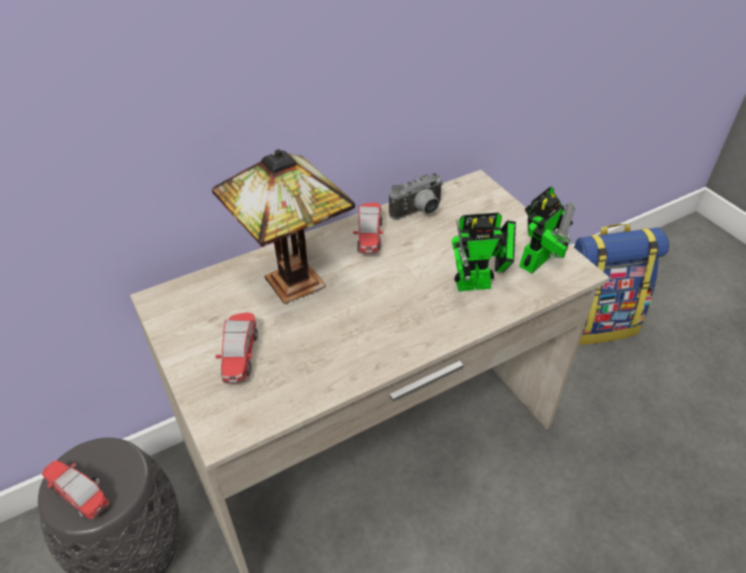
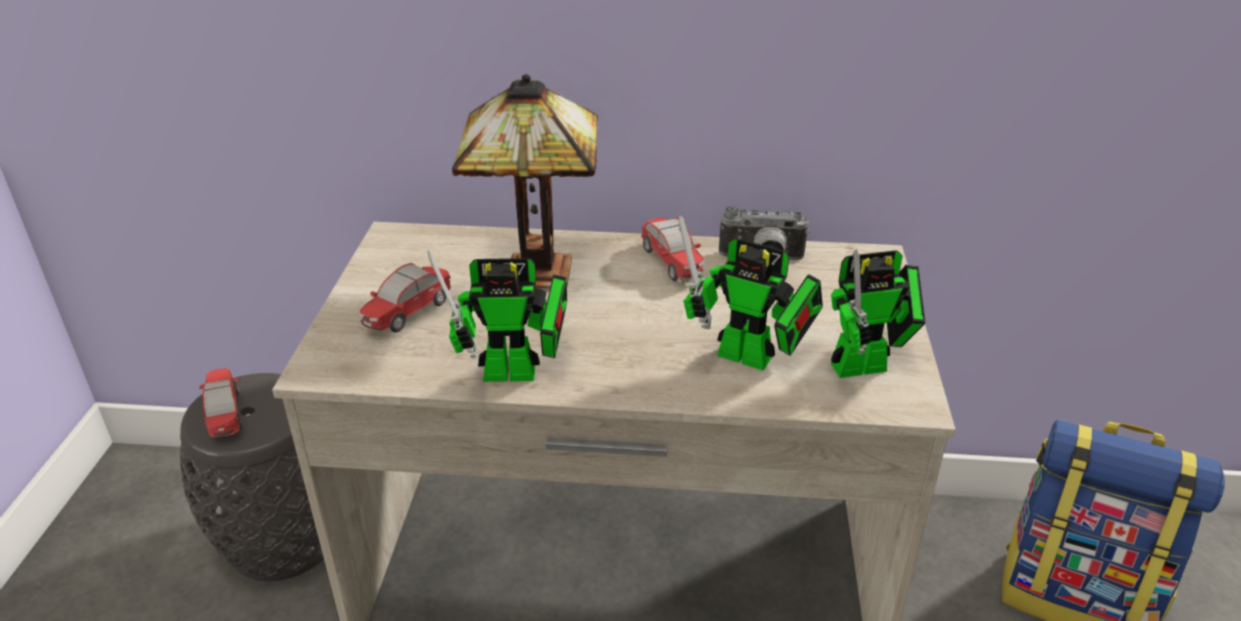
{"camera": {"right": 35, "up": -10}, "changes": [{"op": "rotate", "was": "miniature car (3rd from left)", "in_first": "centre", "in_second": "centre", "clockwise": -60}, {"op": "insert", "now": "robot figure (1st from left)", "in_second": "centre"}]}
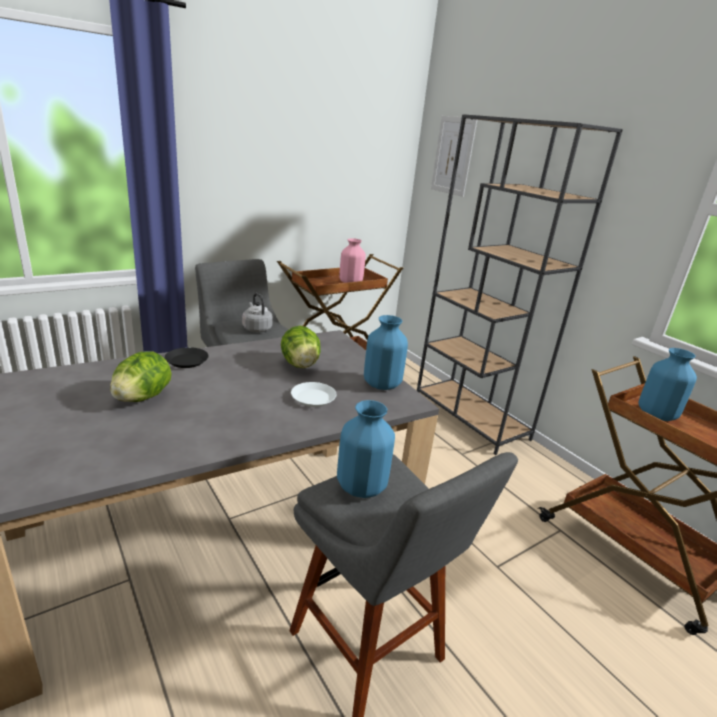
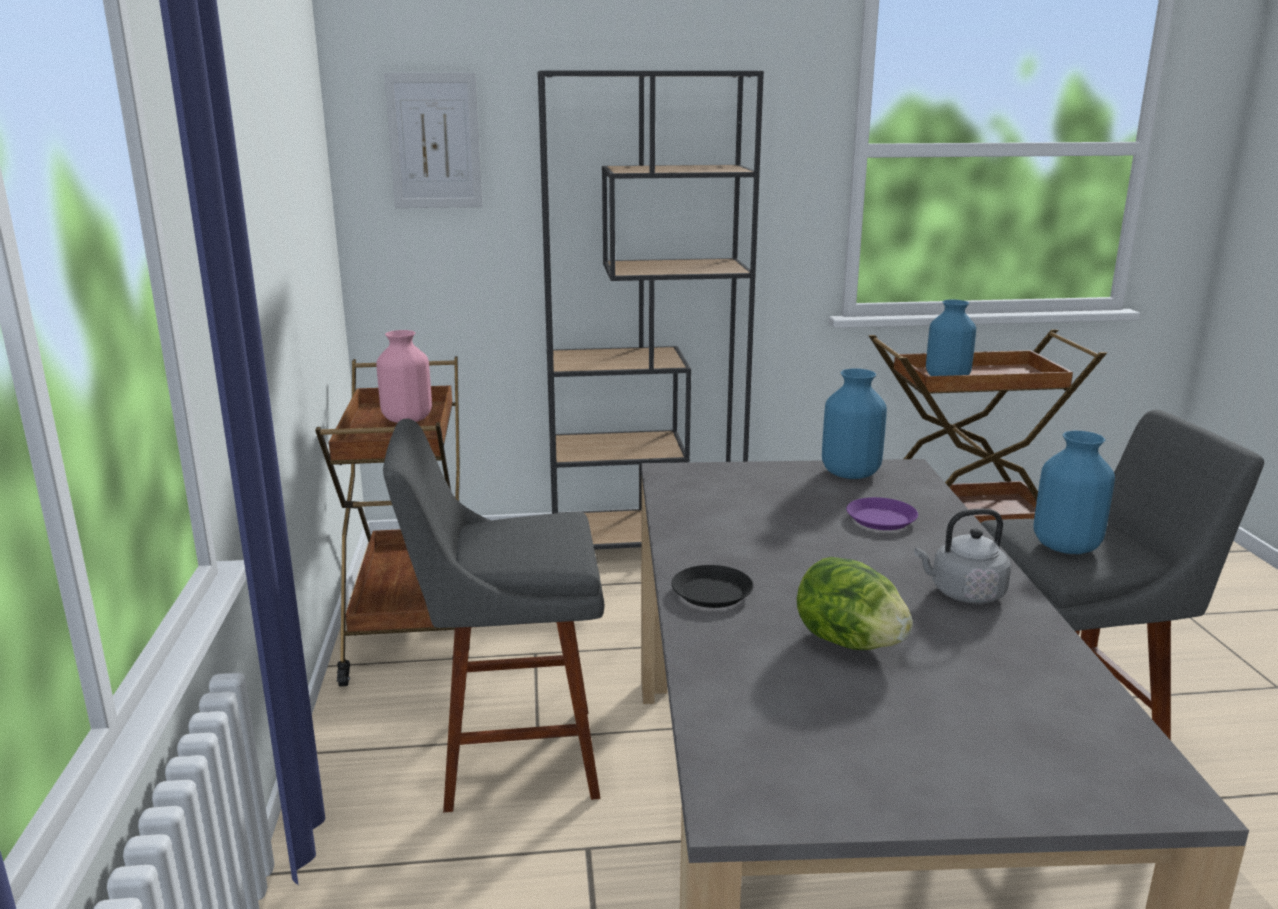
{"camera": {"right": -60, "up": -5}, "changes": [{"op": "move", "was": "water kettle/gray", "in_first": "centre", "in_second": "middle right"}, {"op": "delete", "was": "head of lettuce (2nd from left)", "in_first": "centre"}, {"op": "recolor", "was": "plate/whitish", "now": "plate/purple", "in_first": "centre", "in_second": "middle right"}]}
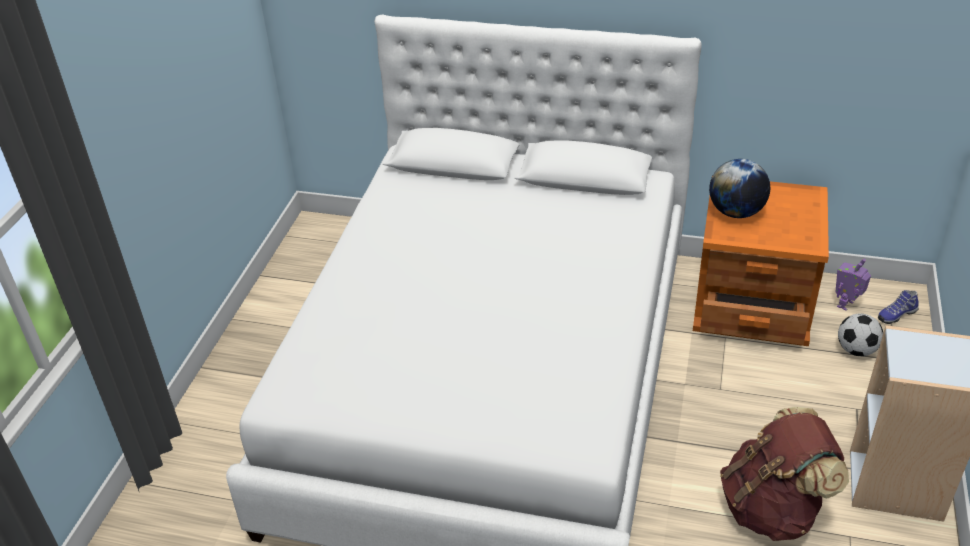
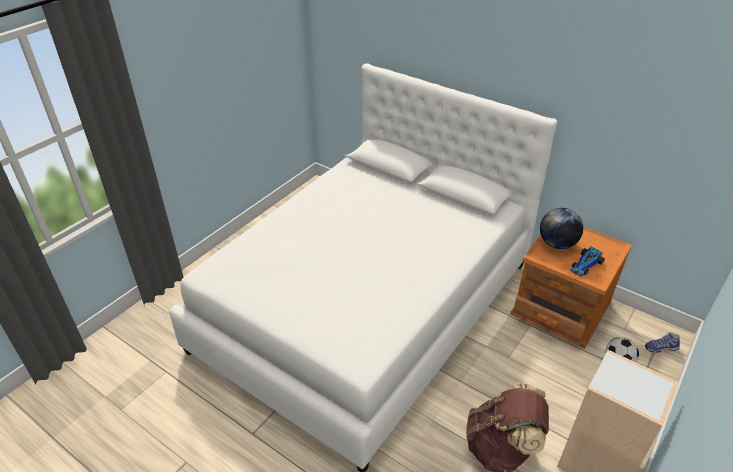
{"camera": {"right": 20, "up": 0}, "changes": [{"op": "delete", "was": "robot figure", "in_first": "middle right"}, {"op": "insert", "now": "miniature car", "in_second": "middle right"}]}
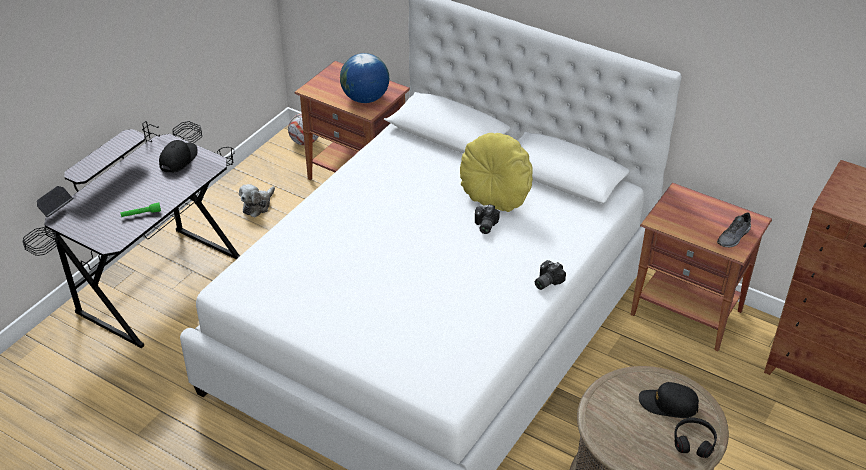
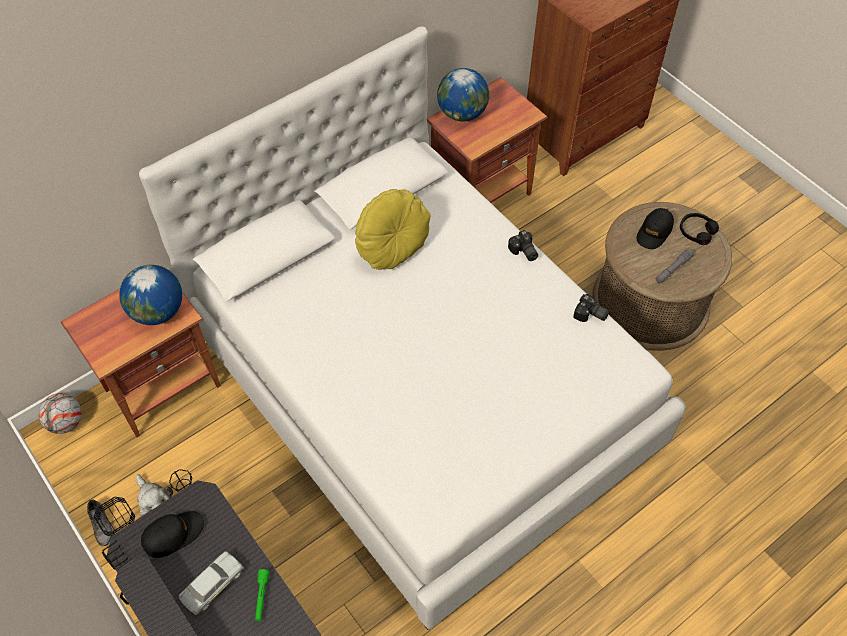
{"camera": {"right": -70, "up": 15}, "changes": [{"op": "rotate", "was": "peaked cap/black (1st from left)", "in_first": "top left", "in_second": "bottom left", "clockwise": 105}, {"op": "move", "was": "still camera (1st from left in the first image)", "now": "still camera (2nd from left)", "in_first": "centre", "in_second": "middle right"}, {"op": "move", "was": "low shoe/gray", "in_first": "middle right", "in_second": "bottom left"}, {"op": "insert", "now": "miniature car/whitish", "in_second": "bottom left"}, {"op": "insert", "now": "desk globe (2nd from left)", "in_second": "top centre"}, {"op": "insert", "now": "torch/gray", "in_second": "middle right"}]}
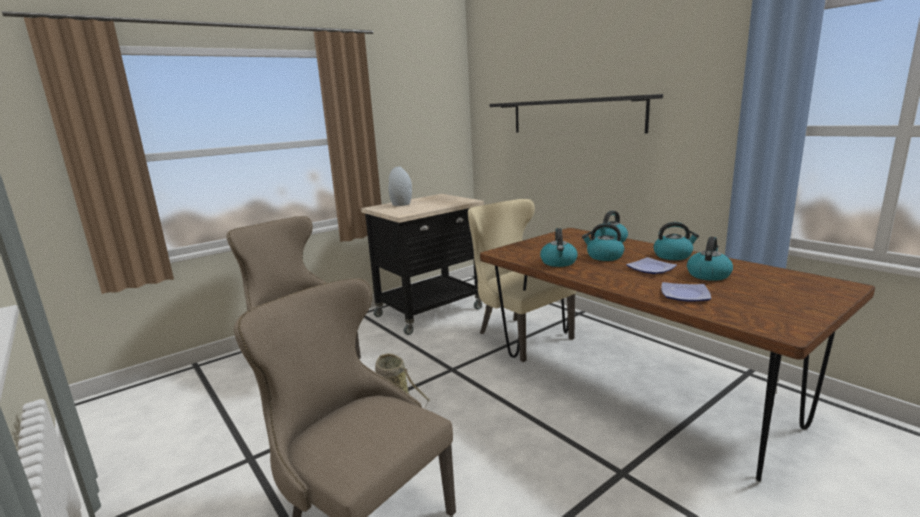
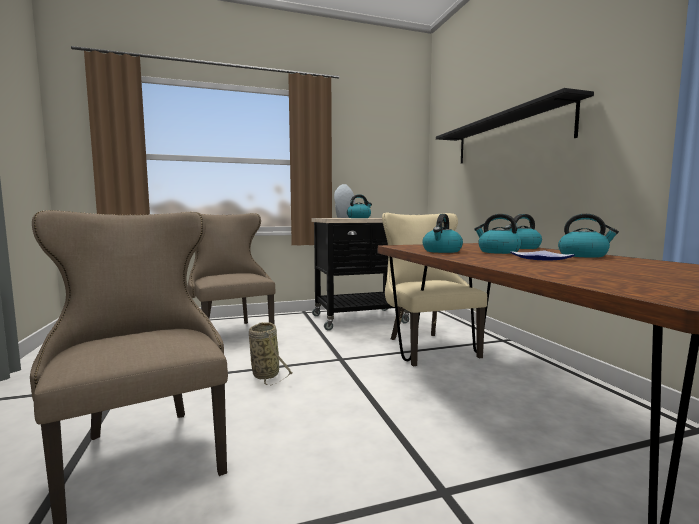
{"camera": {"right": 20, "up": -10}, "changes": [{"op": "delete", "was": "plate (2nd from left)", "in_first": "middle right"}, {"op": "move", "was": "water kettle (5th from left in the first image)", "now": "water kettle (1st from left)", "in_first": "middle right", "in_second": "centre"}]}
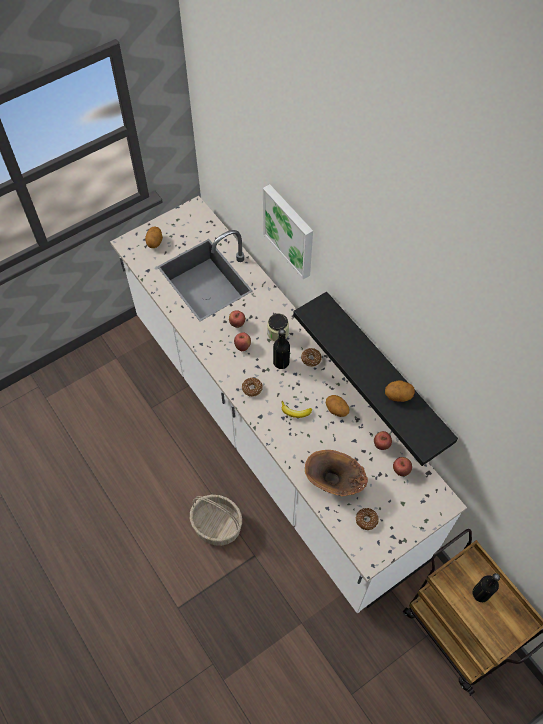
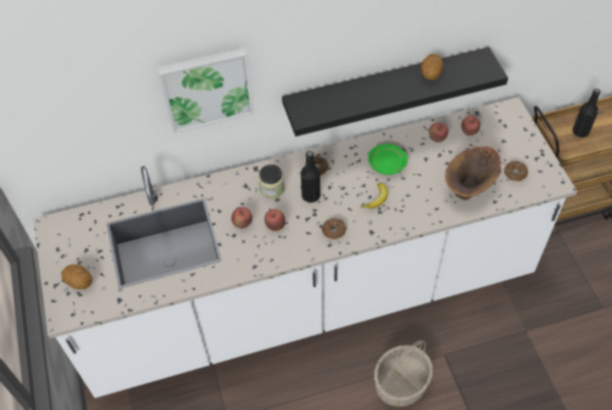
{"camera": {"right": -70, "up": -5}, "changes": [{"op": "replace", "was": "whole potato (2nd from left)", "now": "plate/greenish", "in_first": "centre", "in_second": "centre"}]}
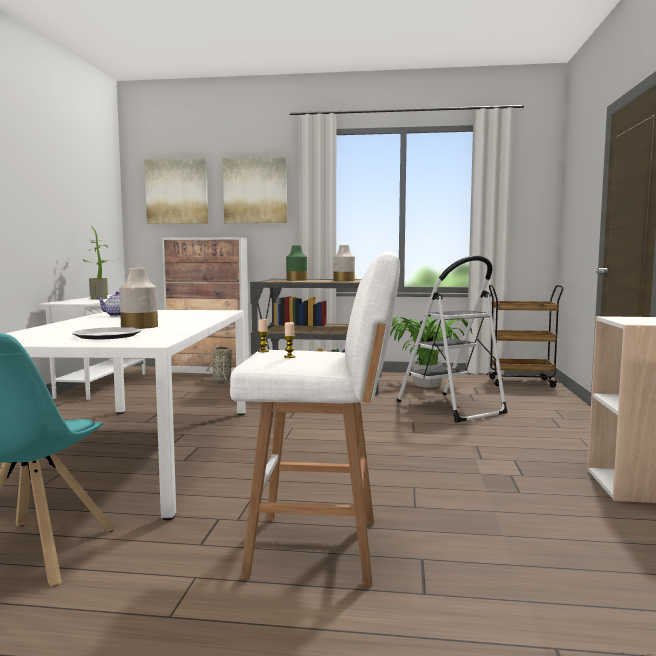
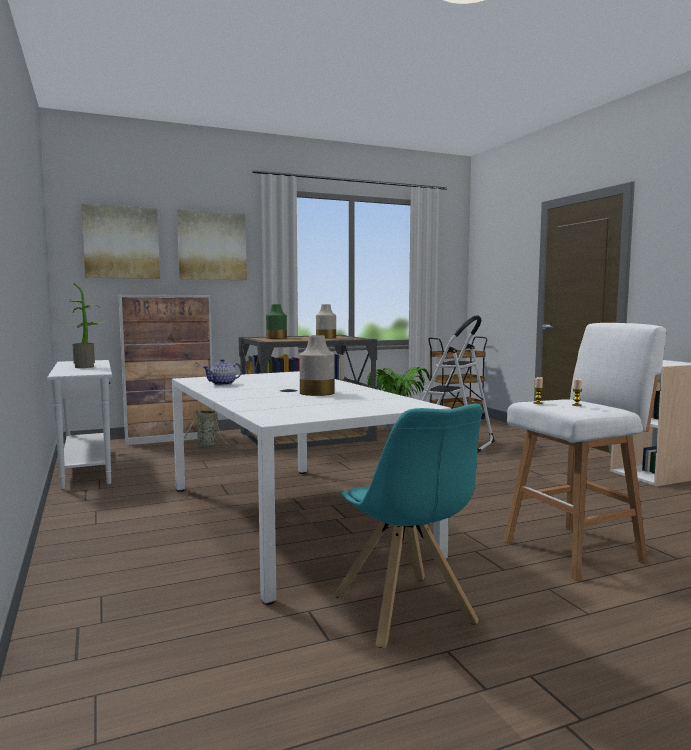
{"camera": {"right": -30, "up": 0}, "changes": [{"op": "delete", "was": "plate", "in_first": "middle left"}]}
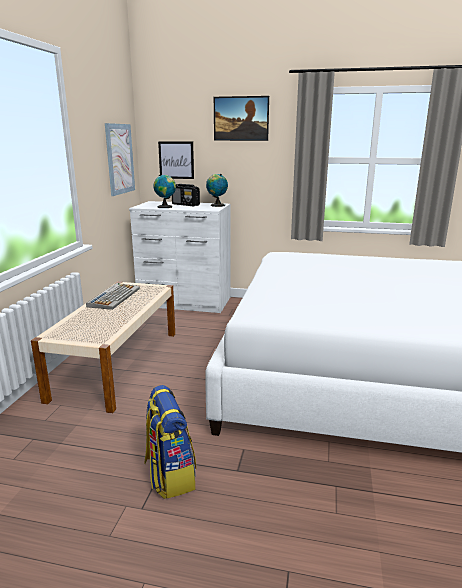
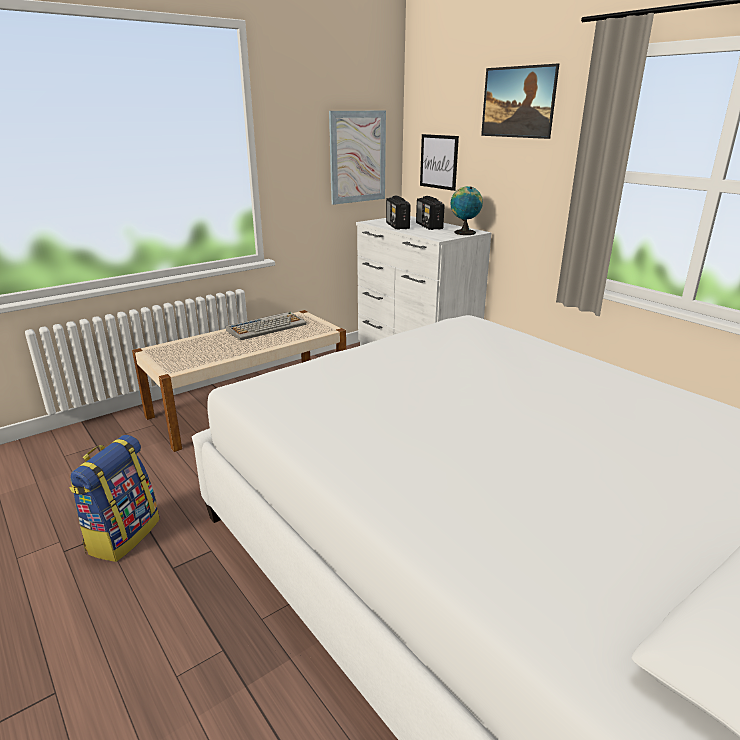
{"camera": {"right": 40, "up": 5}, "changes": [{"op": "replace", "was": "desk globe (1st from left)", "now": "radio receiver (1st from left)", "in_first": "top centre", "in_second": "top centre"}]}
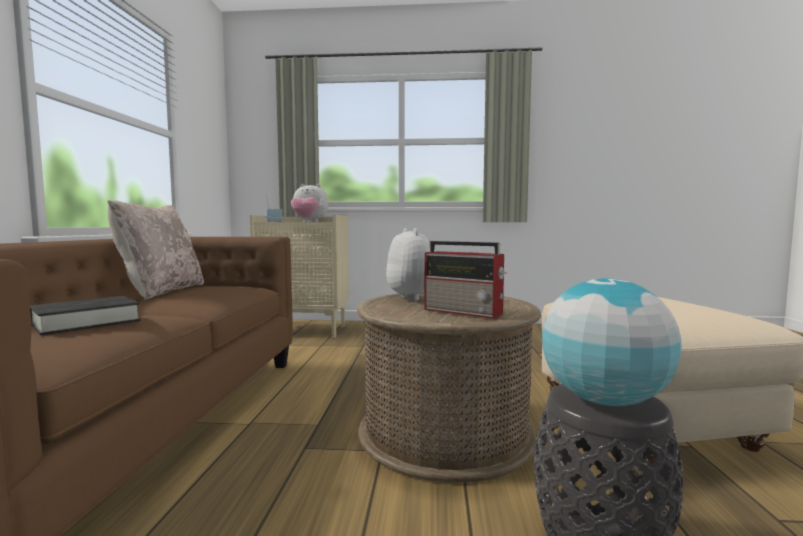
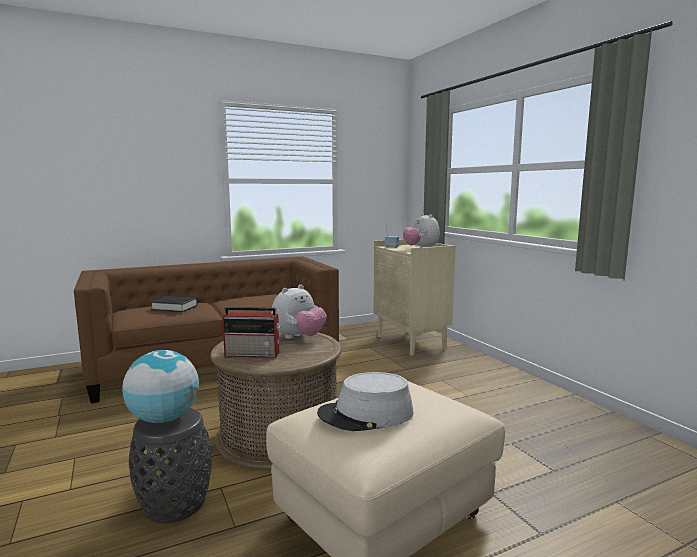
{"camera": {"right": 60, "up": 5}, "changes": [{"op": "delete", "was": "pillow/beige", "in_first": "middle left"}, {"op": "rotate", "was": "radio receiver (2nd from left in the first image)", "in_first": "centre", "in_second": "centre", "clockwise": -90}, {"op": "insert", "now": "clothing hat/gray", "in_second": "bottom centre"}]}
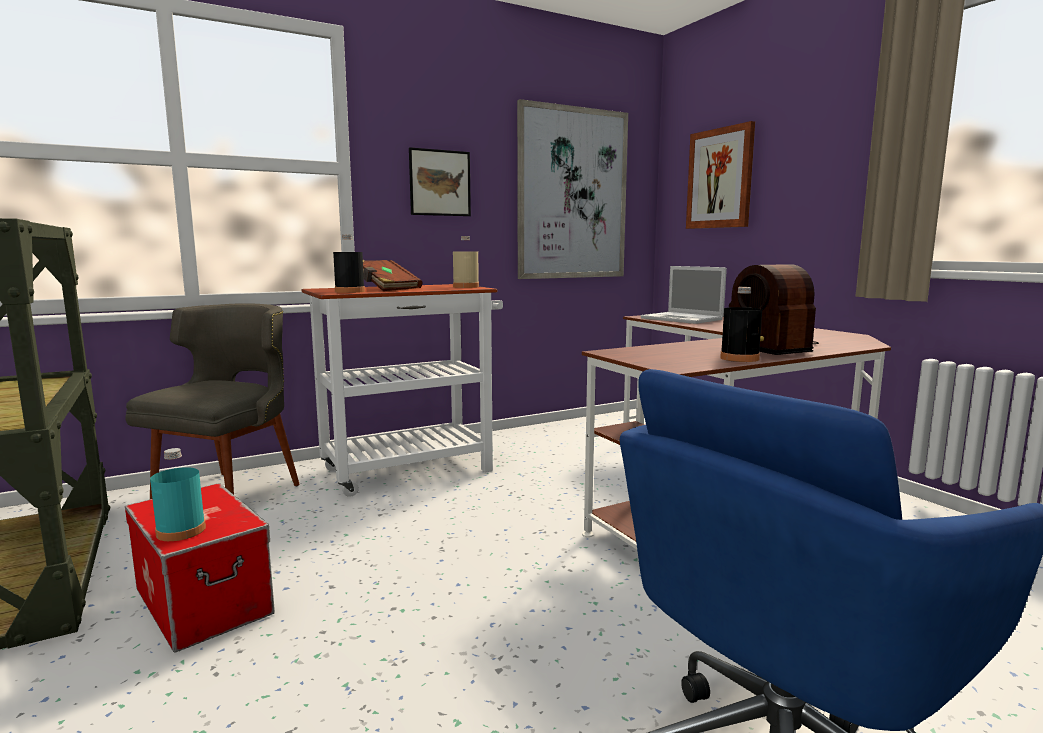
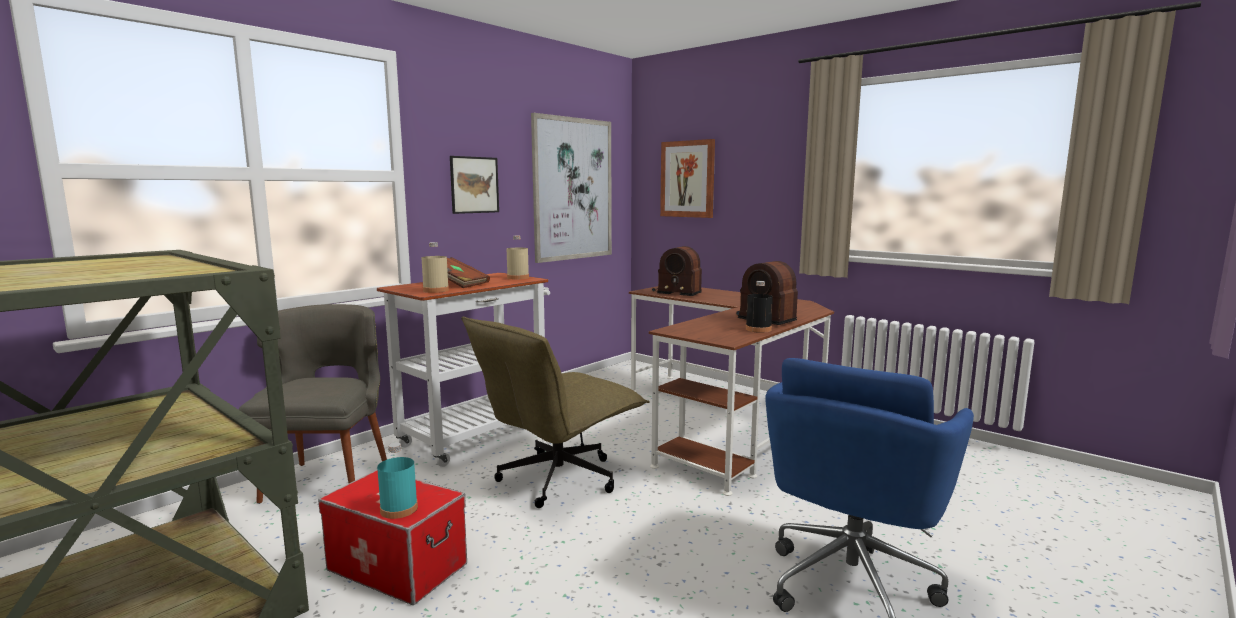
{"camera": {"right": -20, "up": 0}, "changes": [{"op": "recolor", "was": "beverage bottle/black (1st from left)", "now": "beverage bottle/beige (1st from left)", "in_first": "centre", "in_second": "centre"}, {"op": "replace", "was": "notebook computer", "now": "radio receiver (1st from left)", "in_first": "centre", "in_second": "centre"}, {"op": "insert", "now": "desk chair/beige", "in_second": "bottom centre"}]}
